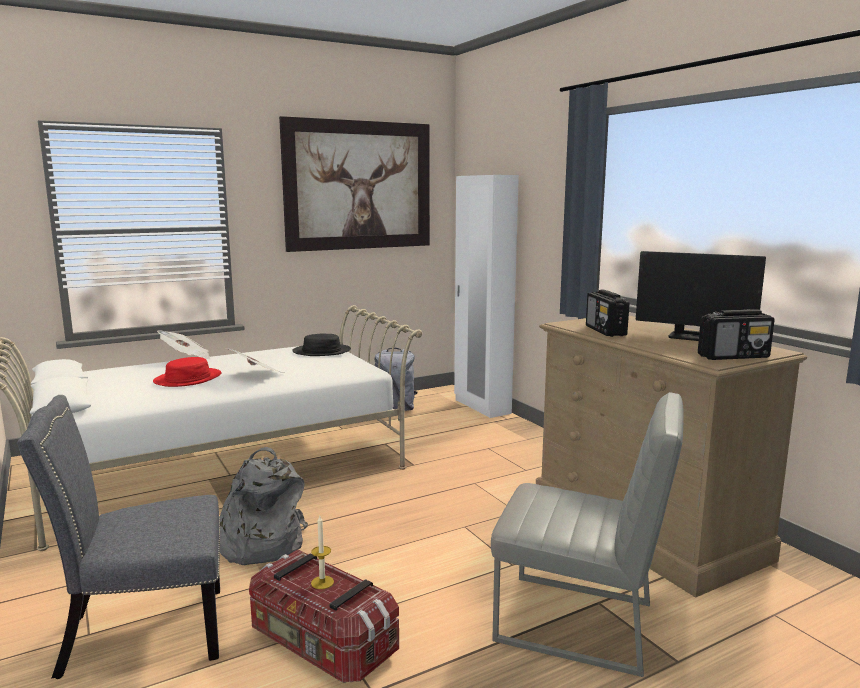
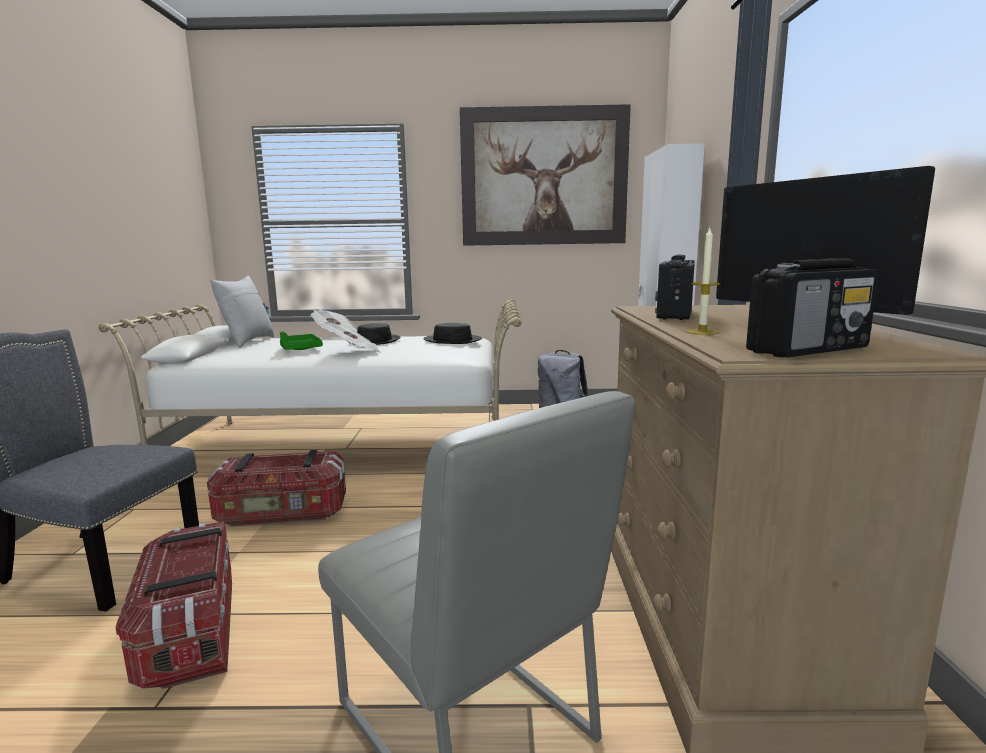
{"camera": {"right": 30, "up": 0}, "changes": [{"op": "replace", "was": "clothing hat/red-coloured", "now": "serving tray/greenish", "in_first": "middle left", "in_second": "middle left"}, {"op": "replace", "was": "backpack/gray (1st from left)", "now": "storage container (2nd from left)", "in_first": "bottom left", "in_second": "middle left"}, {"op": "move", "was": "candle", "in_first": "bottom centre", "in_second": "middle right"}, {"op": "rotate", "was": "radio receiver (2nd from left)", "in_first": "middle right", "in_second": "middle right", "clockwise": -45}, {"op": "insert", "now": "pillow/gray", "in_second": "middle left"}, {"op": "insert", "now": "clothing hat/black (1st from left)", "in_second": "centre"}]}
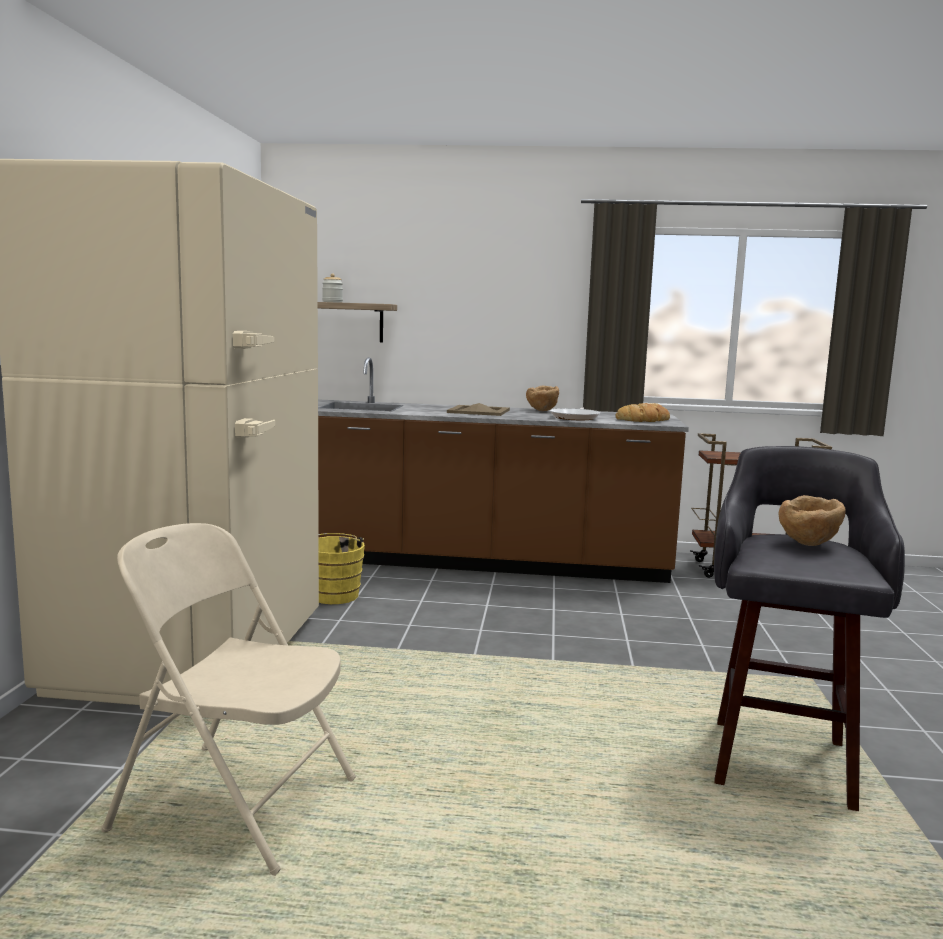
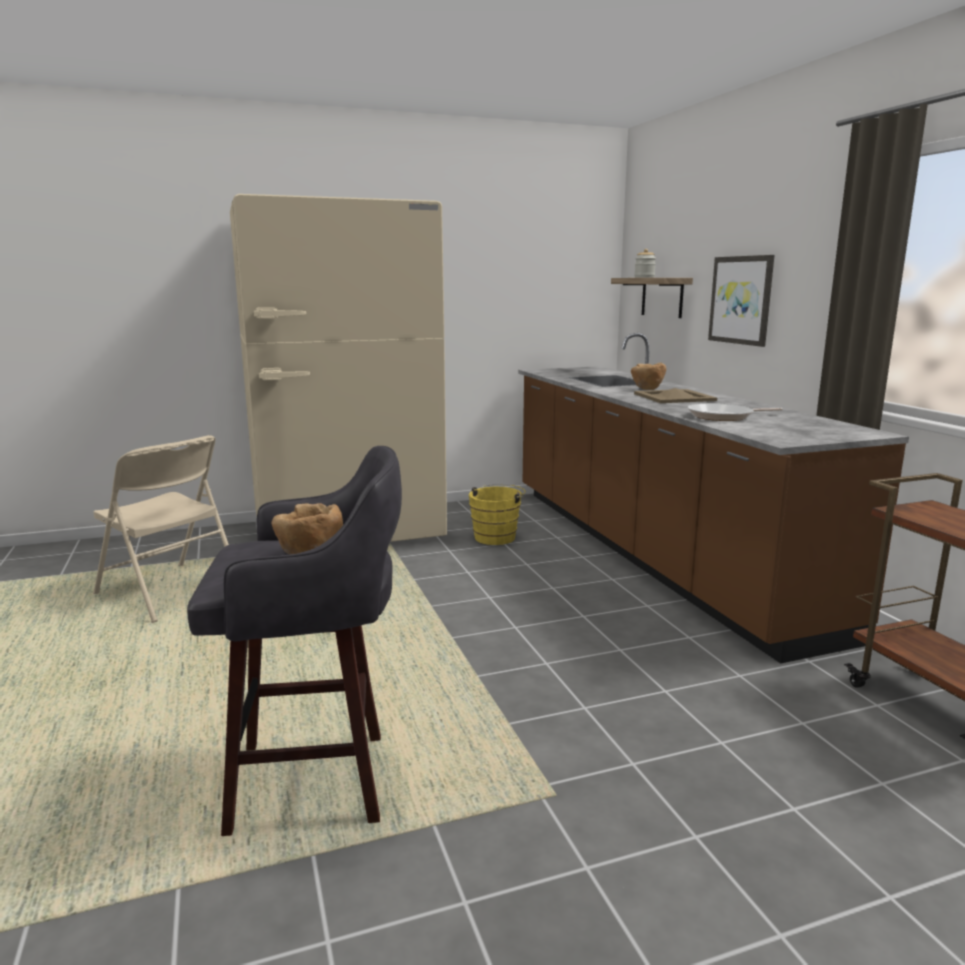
{"camera": {"right": 65, "up": 5}, "changes": [{"op": "rotate", "was": "upright chair/beige", "in_first": "bottom left", "in_second": "middle left", "clockwise": 135}, {"op": "move", "was": "bowl/brownish (1st from left in the first image)", "now": "bowl/brownish (2nd from left)", "in_first": "centre", "in_second": "middle right"}, {"op": "delete", "was": "bakery bread", "in_first": "middle right"}, {"op": "insert", "now": "wall picture", "in_second": "top right"}]}
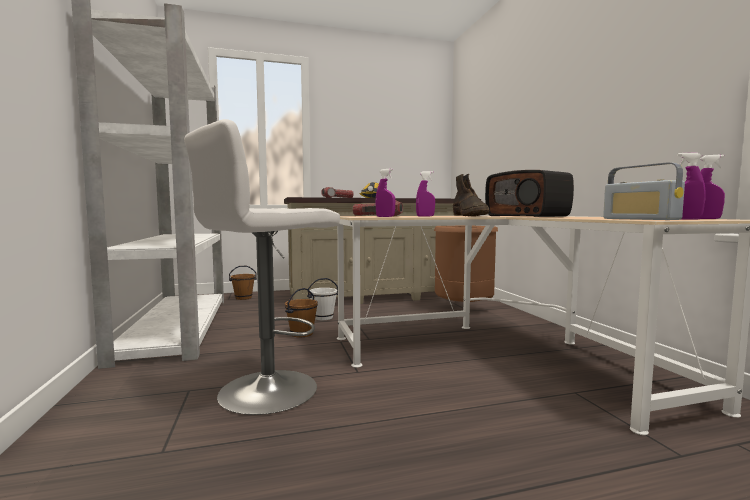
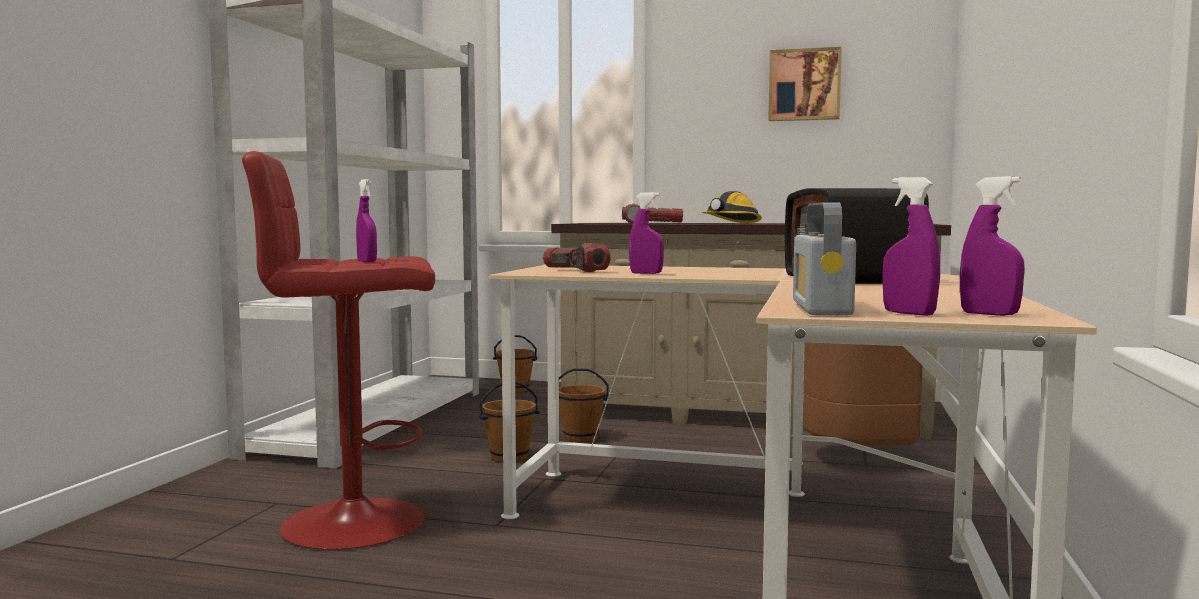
{"camera": {"right": 30, "up": 0}, "changes": [{"op": "recolor", "was": "stool seat/whitish", "now": "stool seat/red-coloured", "in_first": "centre", "in_second": "middle left"}, {"op": "recolor", "was": "water bucket/whitish", "now": "water bucket/brownish (3rd from left)", "in_first": "centre", "in_second": "bottom centre"}, {"op": "move", "was": "spray bottle/purple (1st from left)", "in_first": "centre", "in_second": "middle left"}, {"op": "delete", "was": "tall boot/brownish", "in_first": "centre"}, {"op": "insert", "now": "wall picture", "in_second": "top right"}]}
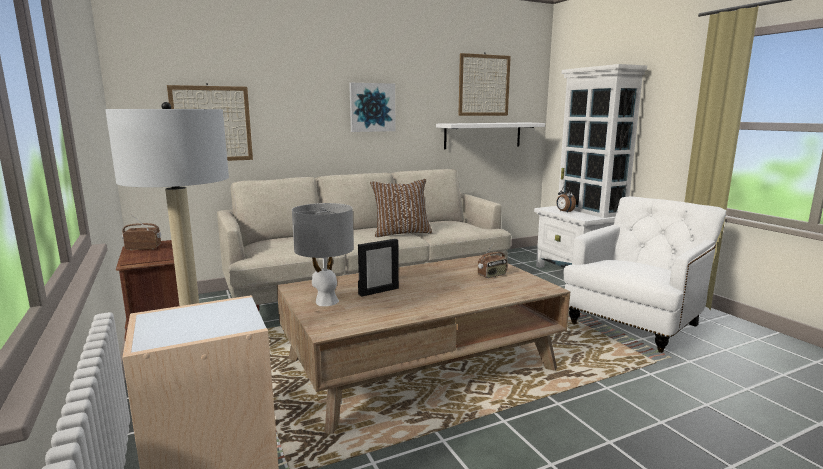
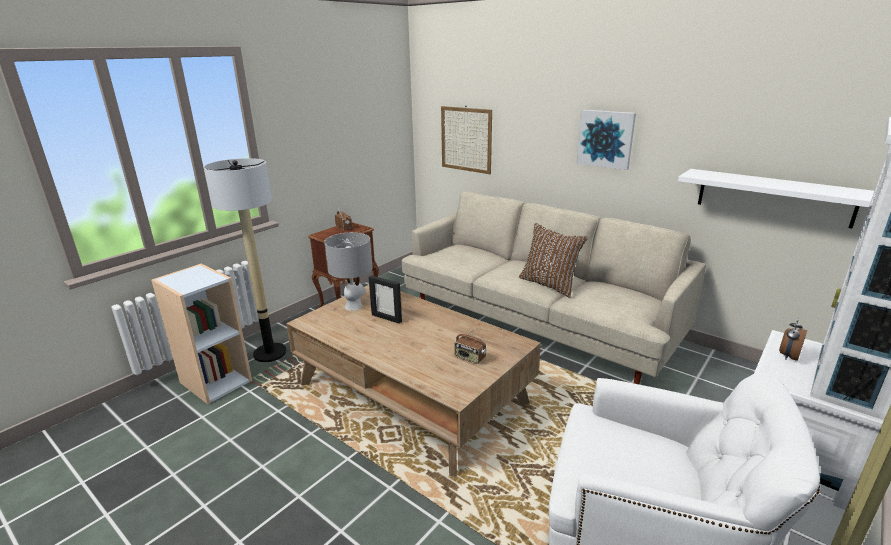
{"camera": {"right": 65, "up": 10}, "changes": [{"op": "delete", "was": "wall picture (3rd from left)", "in_first": "top centre"}]}
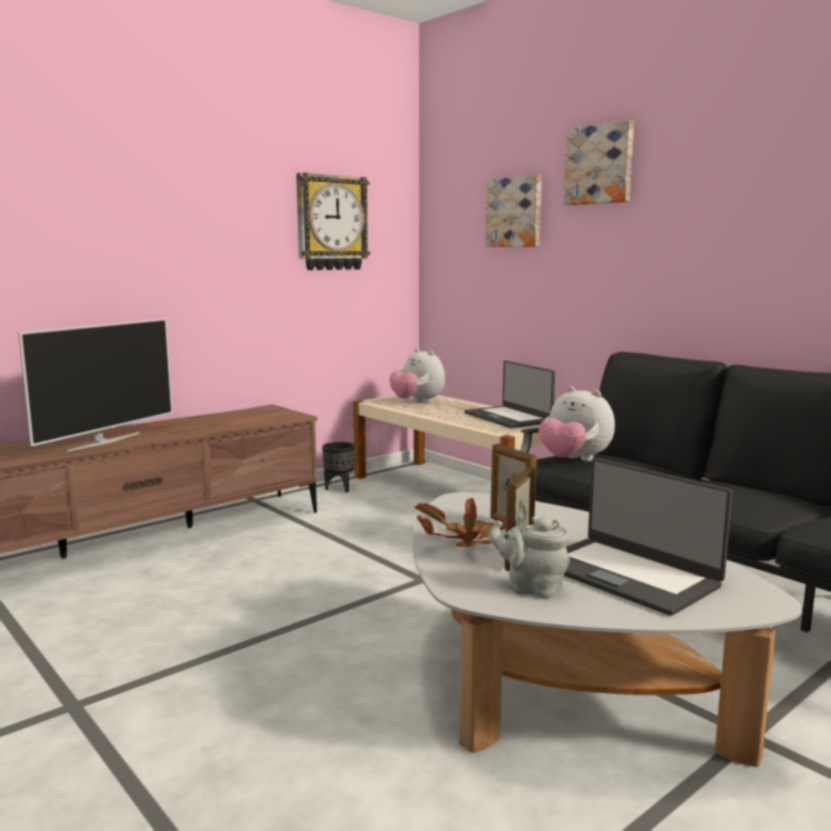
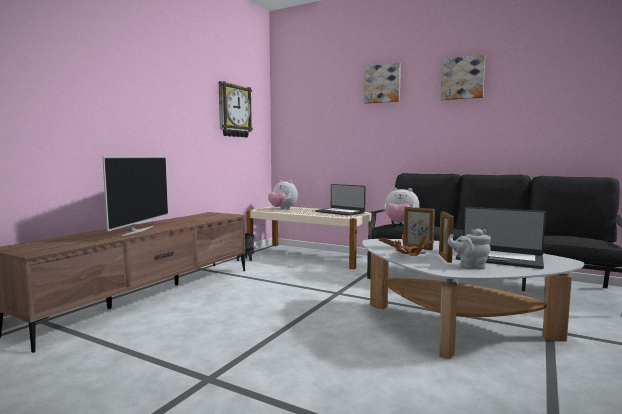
{"camera": {"right": -20, "up": -5}, "changes": [{"op": "move", "was": "wall picture (1st from left in the first image)", "now": "wall picture (2nd from left)", "in_first": "top centre", "in_second": "top right"}]}
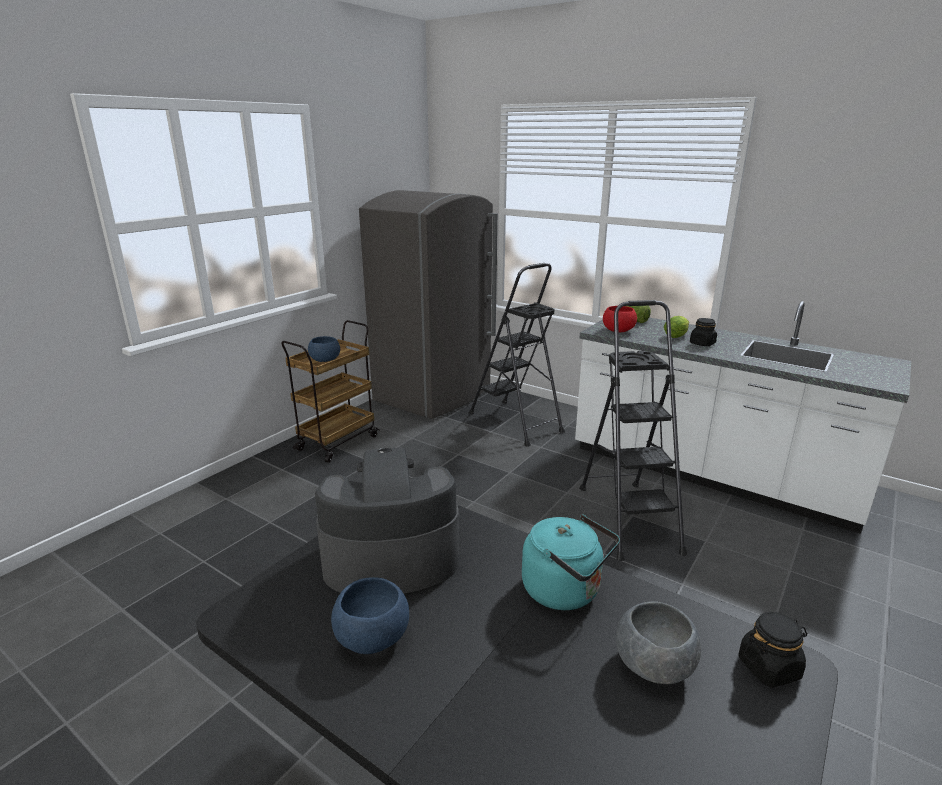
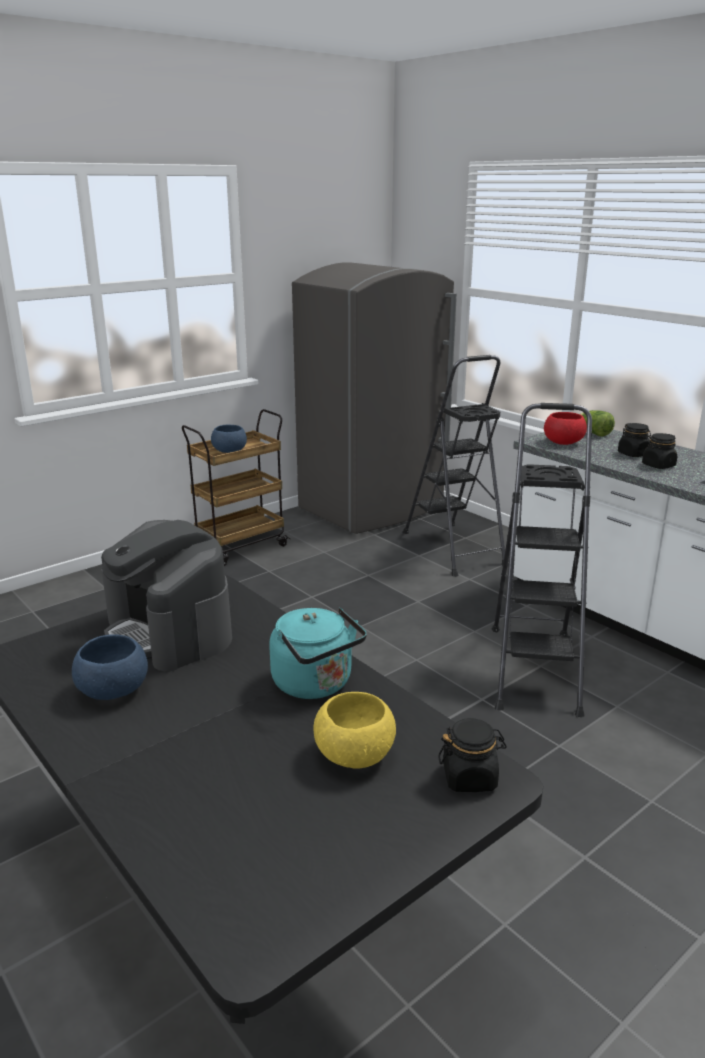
{"camera": {"right": 15, "up": 0}, "changes": [{"op": "rotate", "was": "coffee brewer", "in_first": "centre", "in_second": "middle left", "clockwise": -135}, {"op": "recolor", "was": "bowl/gray", "now": "bowl/yellowish", "in_first": "bottom right", "in_second": "bottom centre"}, {"op": "replace", "was": "head of lettuce (2nd from left)", "now": "storage jar/black (2nd from left)", "in_first": "middle right", "in_second": "middle right"}]}
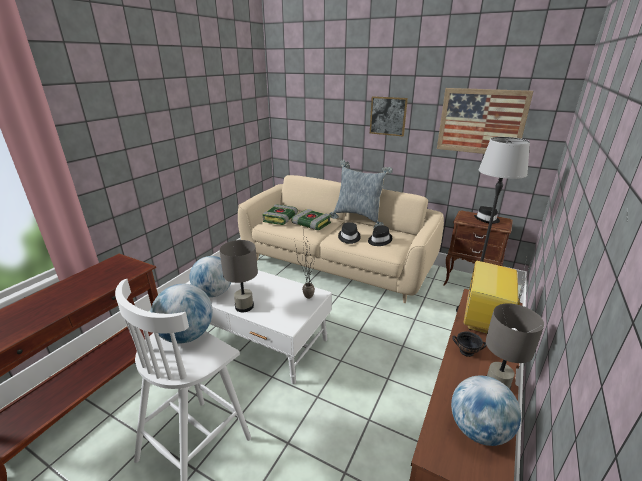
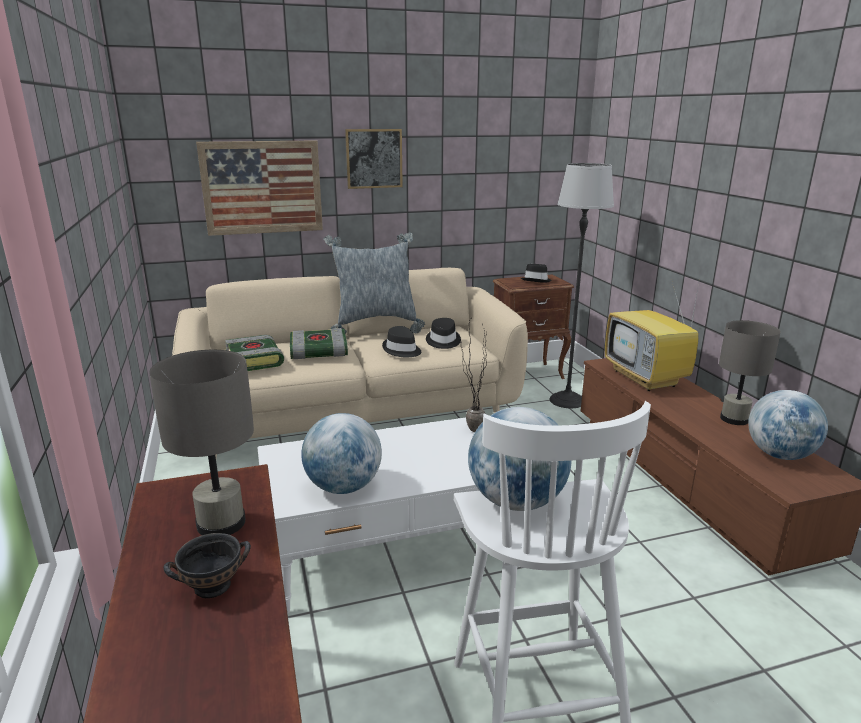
{"camera": {"right": -45, "up": -5}, "changes": [{"op": "move", "was": "table lamp/gray (1st from left)", "in_first": "centre", "in_second": "middle left"}, {"op": "move", "was": "wall picture (2nd from left in the first image)", "now": "wall picture (1st from left)", "in_first": "top right", "in_second": "top left"}, {"op": "move", "was": "bowl/black", "in_first": "bottom right", "in_second": "bottom left"}]}
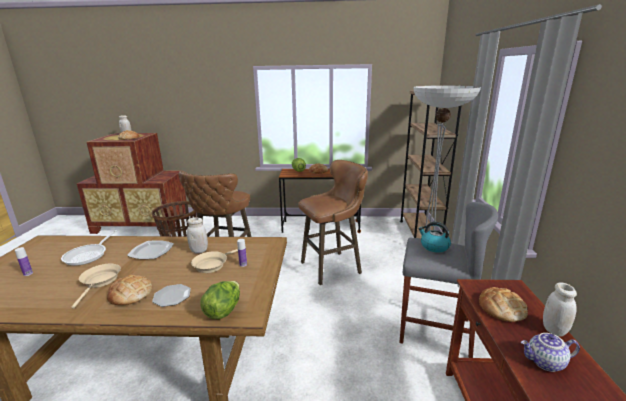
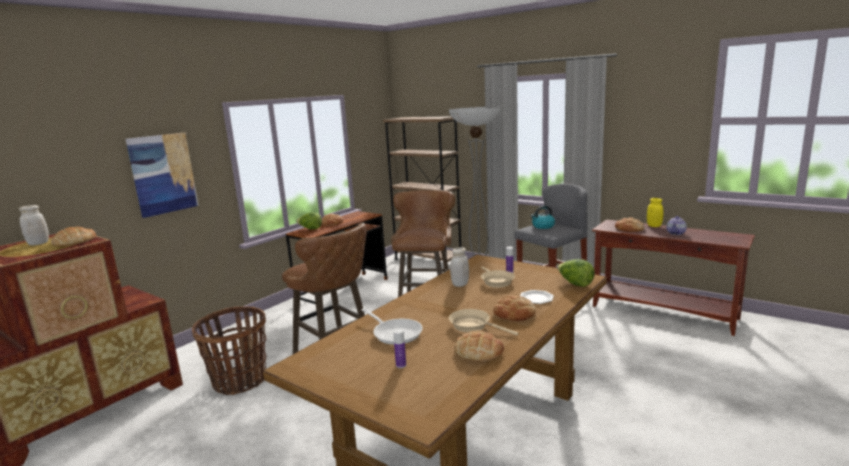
{"camera": {"right": -55, "up": -5}, "changes": [{"op": "delete", "was": "plate (1st from left)", "in_first": "middle left"}, {"op": "recolor", "was": "storage jar/whitish (3rd from left)", "now": "storage jar/yellowish", "in_first": "bottom right", "in_second": "middle right"}, {"op": "insert", "now": "wall picture", "in_second": "middle left"}, {"op": "insert", "now": "bakery bread (3rd from left)", "in_second": "bottom centre"}]}
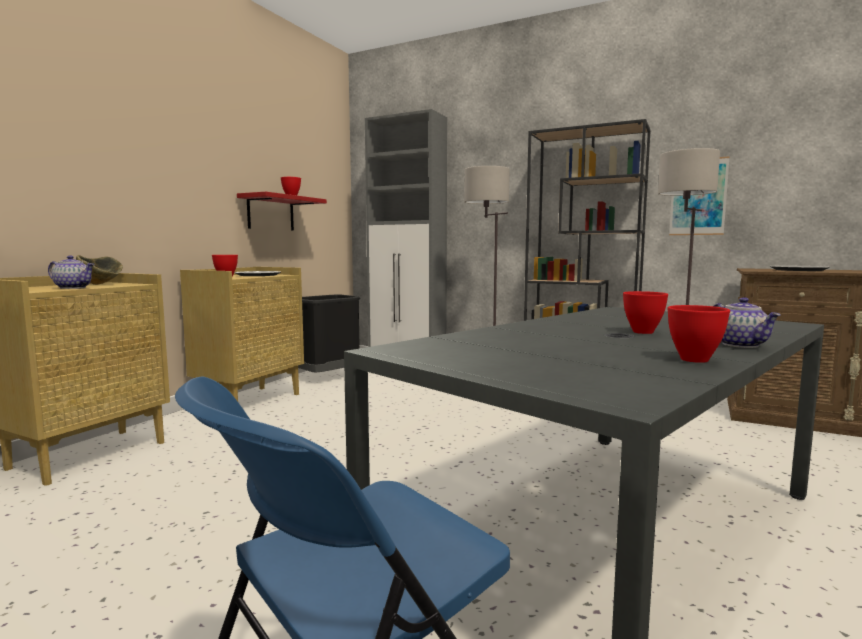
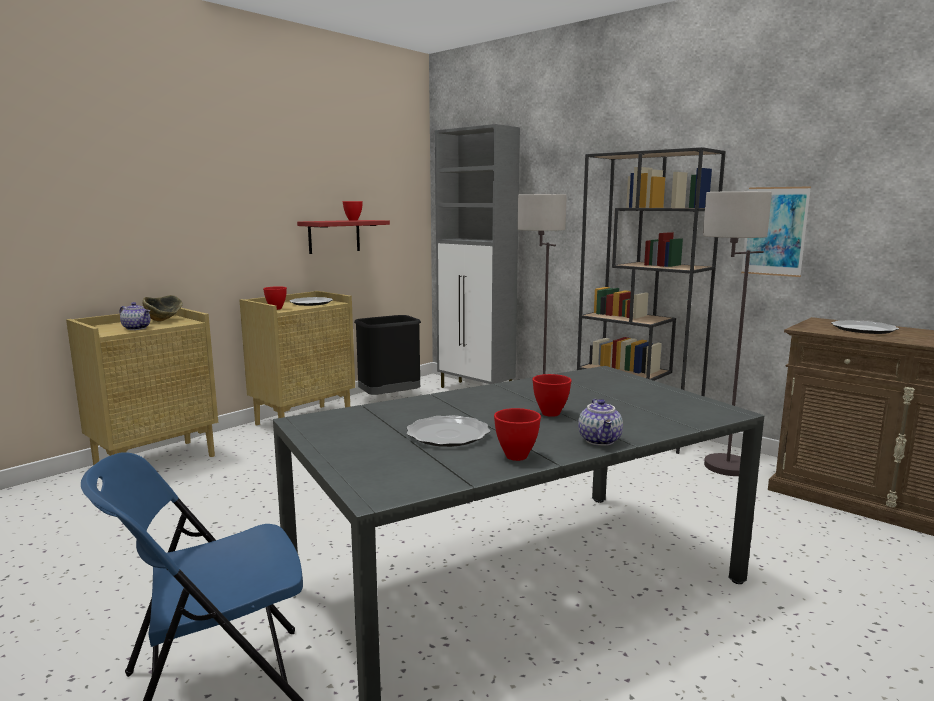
{"camera": {"right": 15, "up": 5}, "changes": [{"op": "insert", "now": "plate (2nd from left)", "in_second": "centre"}]}
